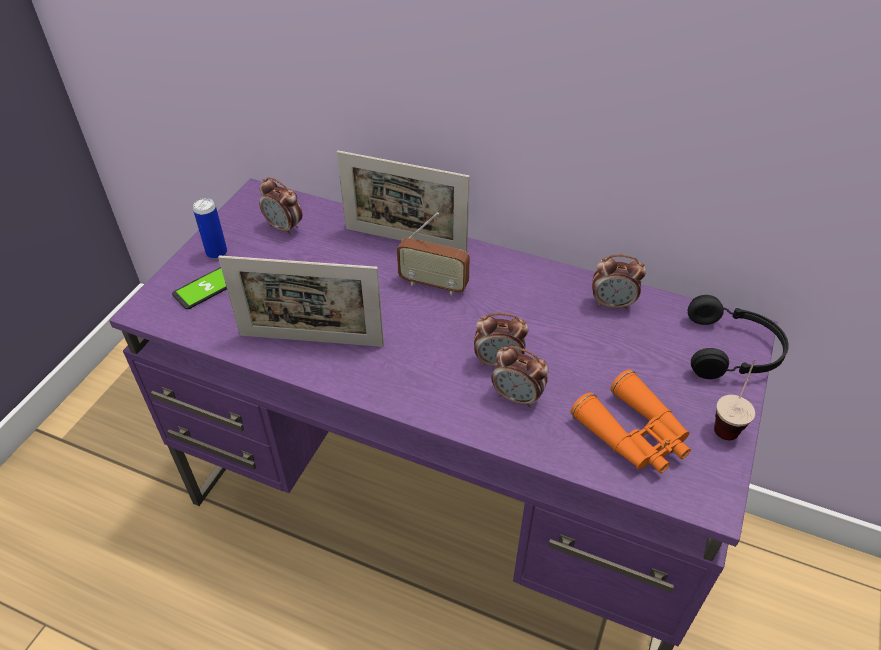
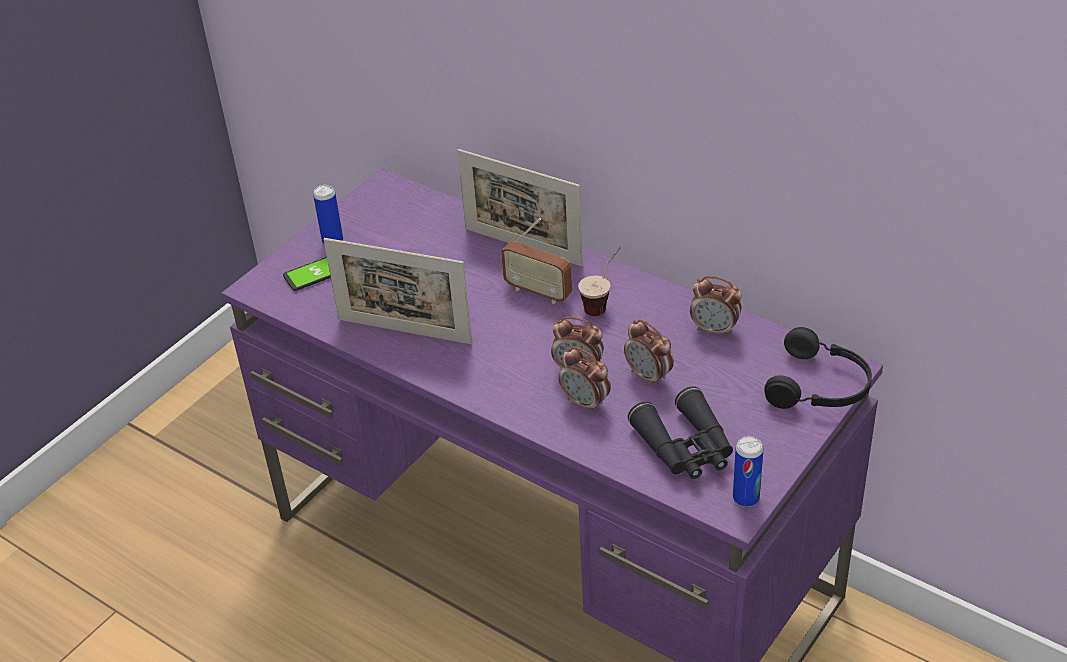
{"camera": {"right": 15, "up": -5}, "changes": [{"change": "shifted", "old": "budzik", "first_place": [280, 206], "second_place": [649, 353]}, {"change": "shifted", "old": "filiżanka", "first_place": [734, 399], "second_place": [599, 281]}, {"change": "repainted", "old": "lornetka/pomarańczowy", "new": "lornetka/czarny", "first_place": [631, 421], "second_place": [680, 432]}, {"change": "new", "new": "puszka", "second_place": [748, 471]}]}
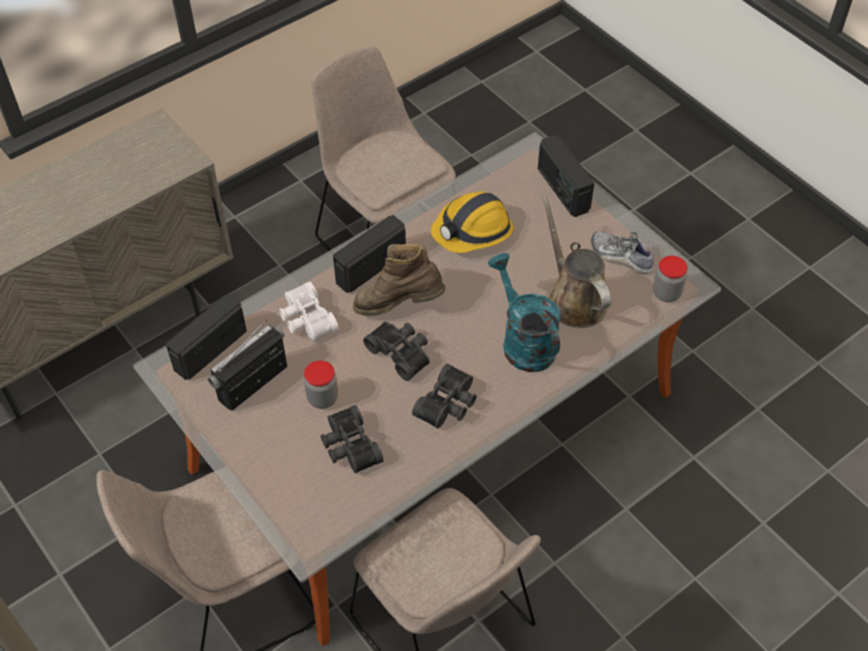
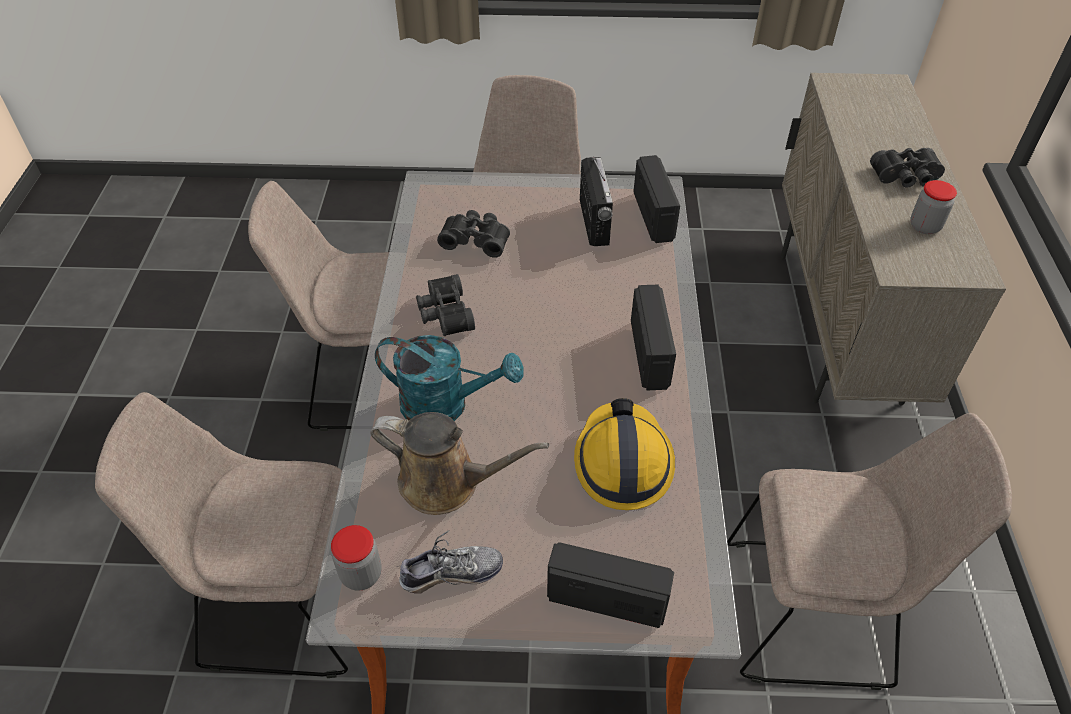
{"camera": {"right": 130, "up": -5}, "changes": [{"change": "gone", "old": "but z cholewką/brązowy", "first_place": [399, 280]}, {"change": "gone", "old": "lornetka/biały", "first_place": [309, 312]}, {"change": "shifted", "old": "lornetka/czarny", "first_place": [396, 351], "second_place": [907, 168]}, {"change": "shifted", "old": "słoik", "first_place": [321, 385], "second_place": [933, 207]}, {"change": "new", "new": "krzesło/beżowy", "second_place": [221, 535]}]}
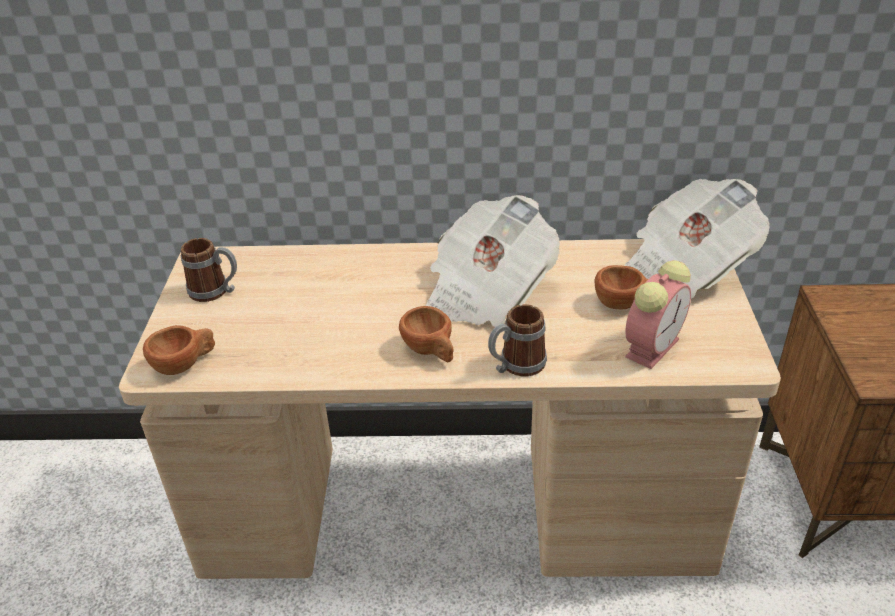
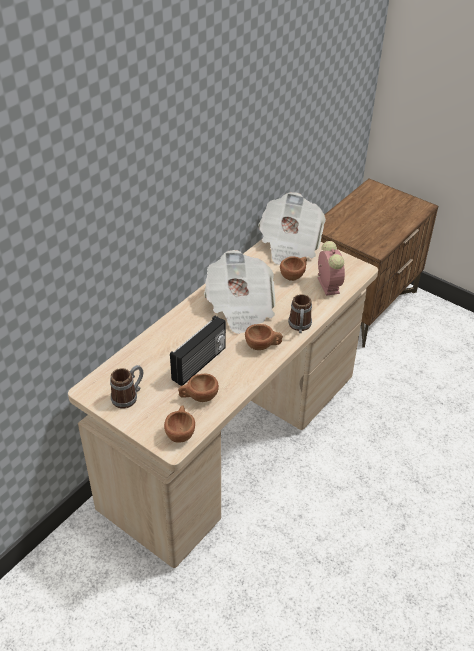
{"camera": {"right": -55, "up": 5}, "changes": [{"change": "new", "new": "radio", "second_place": [198, 351]}, {"change": "new", "new": "filiżanka/brązowy", "second_place": [198, 388]}]}
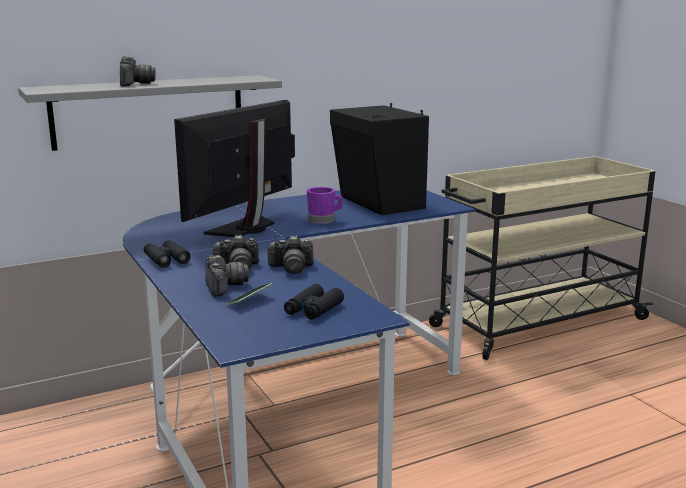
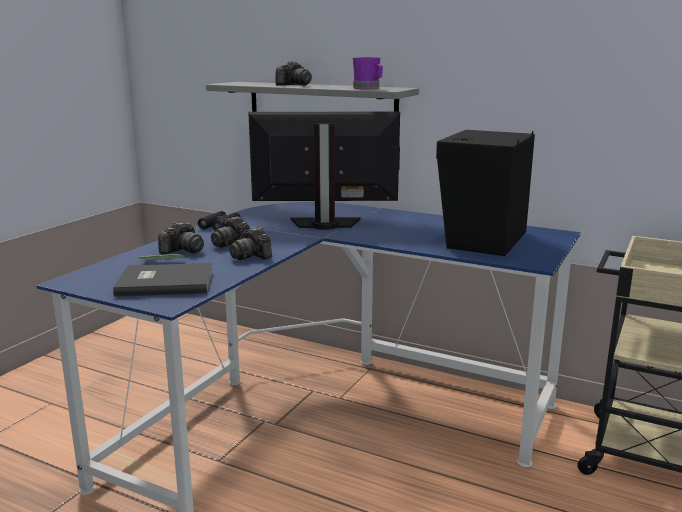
{"camera": {"right": 55, "up": 0}, "changes": [{"change": "shifted", "old": "kubek/fioletowy", "first_place": [325, 205], "second_place": [368, 73]}, {"change": "swapped", "old": "lornetka/czarny", "new": "książka/szary", "first_place": [314, 301], "second_place": [163, 280]}]}
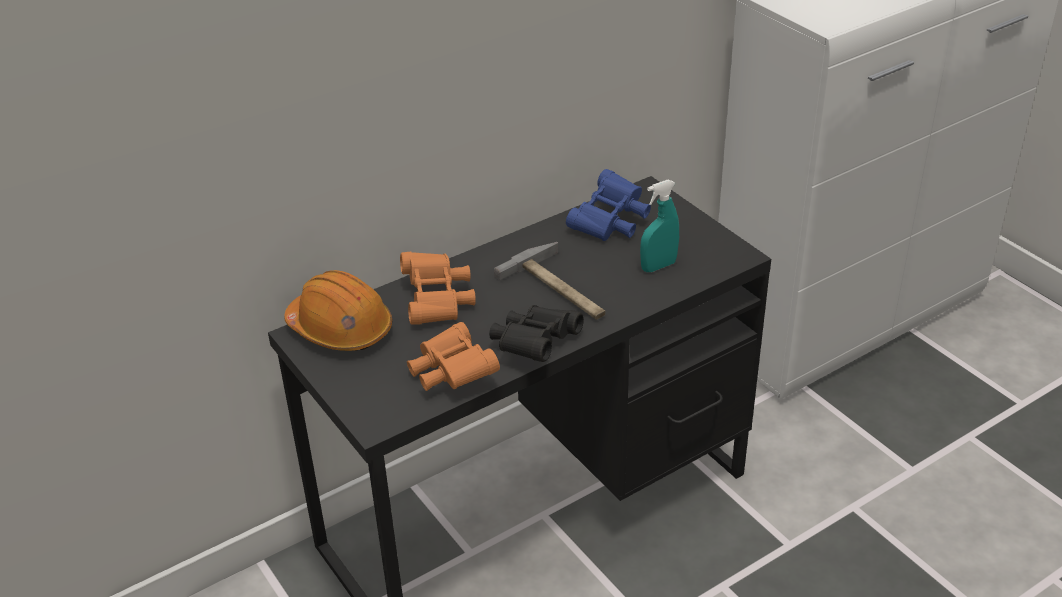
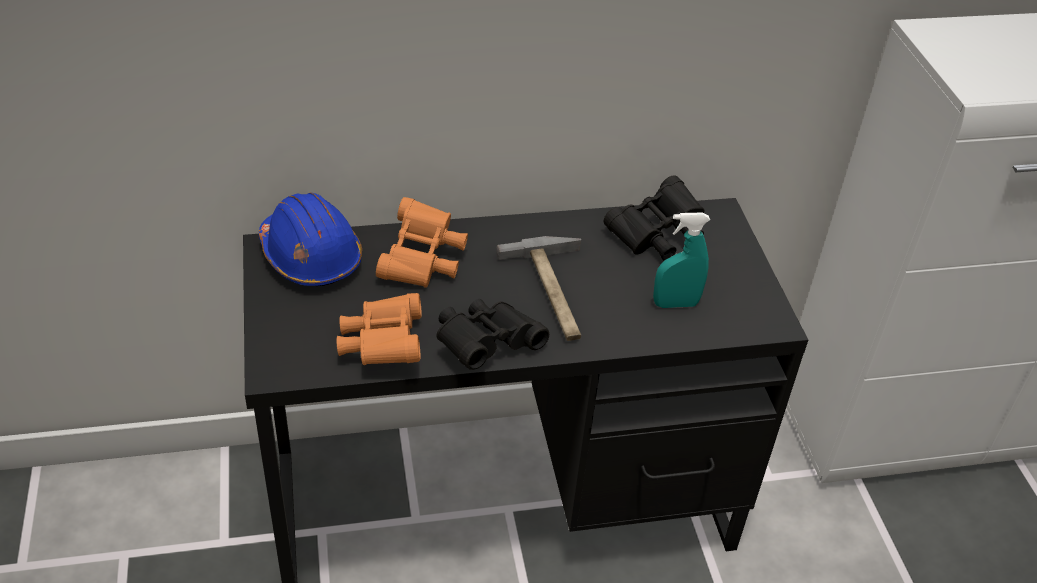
{"camera": {"right": 20, "up": 5}, "changes": [{"change": "repainted", "old": "lornetka/niebieski", "new": "lornetka/czarny", "first_place": [608, 205], "second_place": [654, 218]}, {"change": "repainted", "old": "kask/pomarańczowy", "new": "kask/niebieski", "first_place": [338, 310], "second_place": [310, 239]}]}
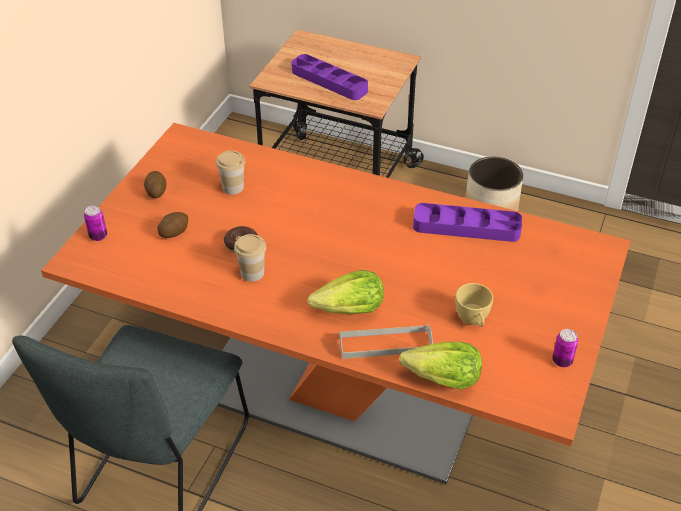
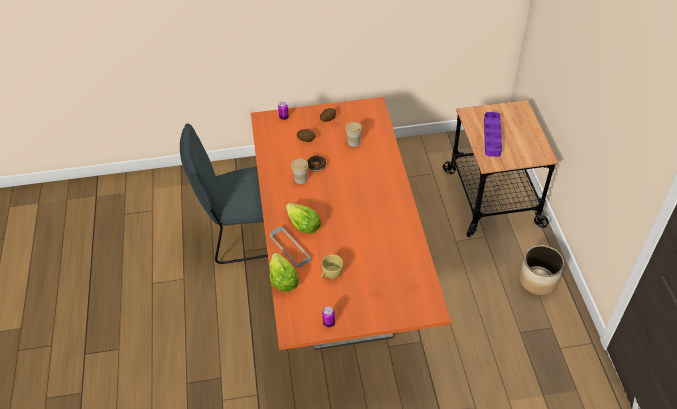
{"camera": {"right": 60, "up": 5}, "changes": [{"change": "gone", "old": "taca/fioletowy", "first_place": [467, 222]}]}
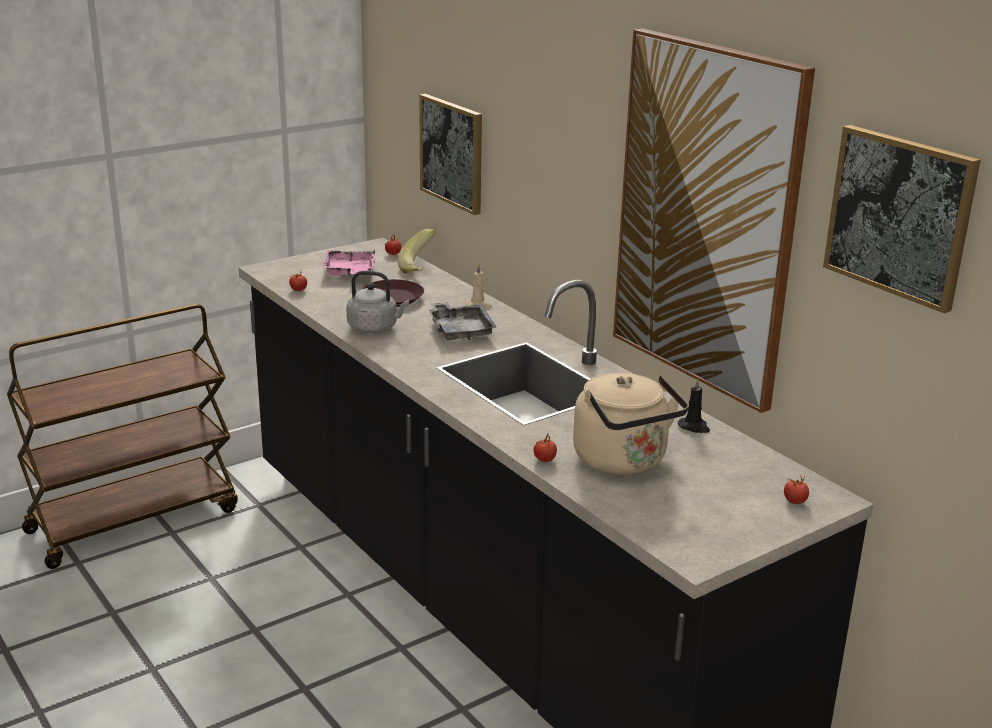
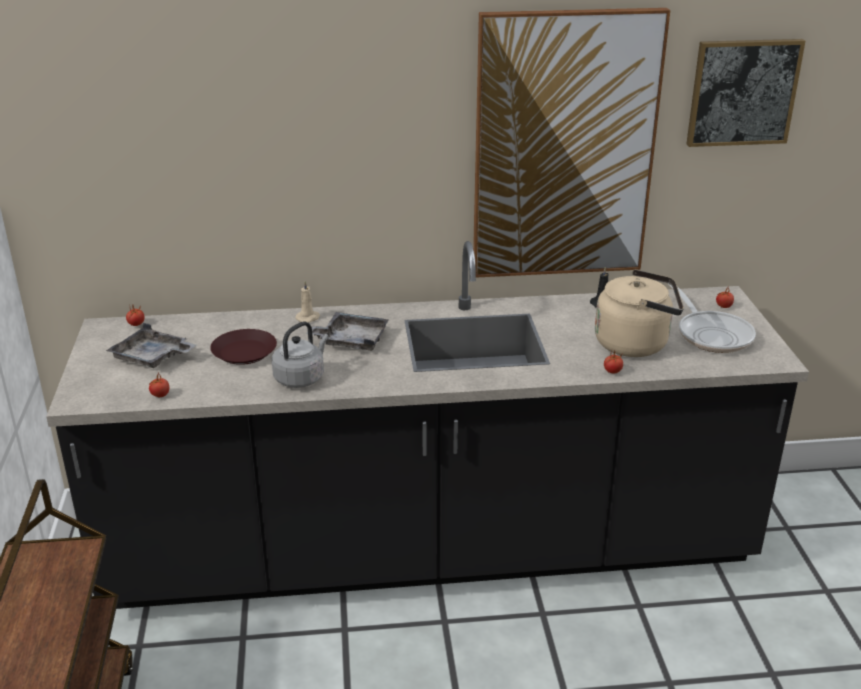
{"camera": {"right": -60, "up": 5}, "changes": [{"change": "gone", "old": "obraz", "first_place": [450, 154]}, {"change": "gone", "old": "banan", "first_place": [416, 251]}, {"change": "repainted", "old": "taca/różowy", "new": "taca/szary", "first_place": [348, 262], "second_place": [151, 345]}, {"change": "new", "new": "patelnia", "second_place": [712, 318]}]}
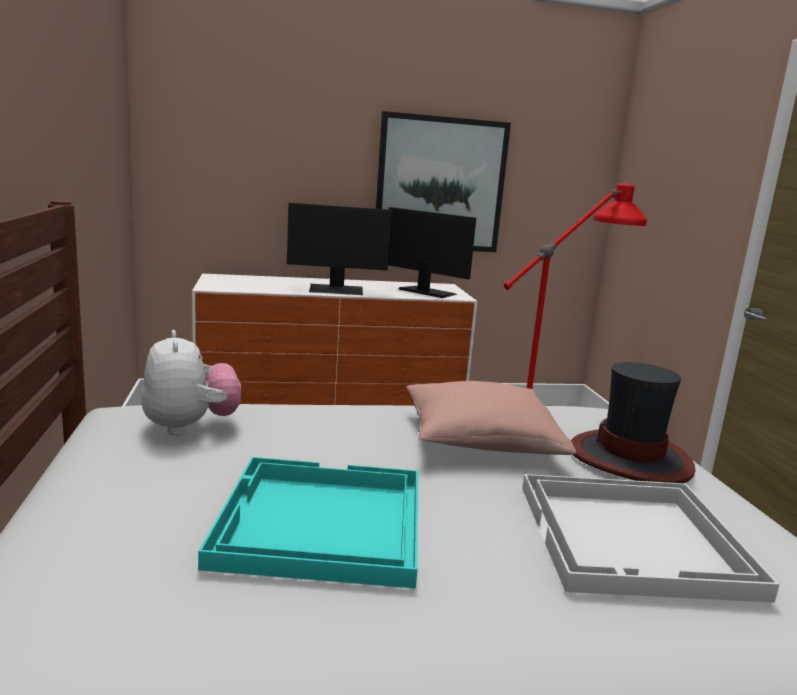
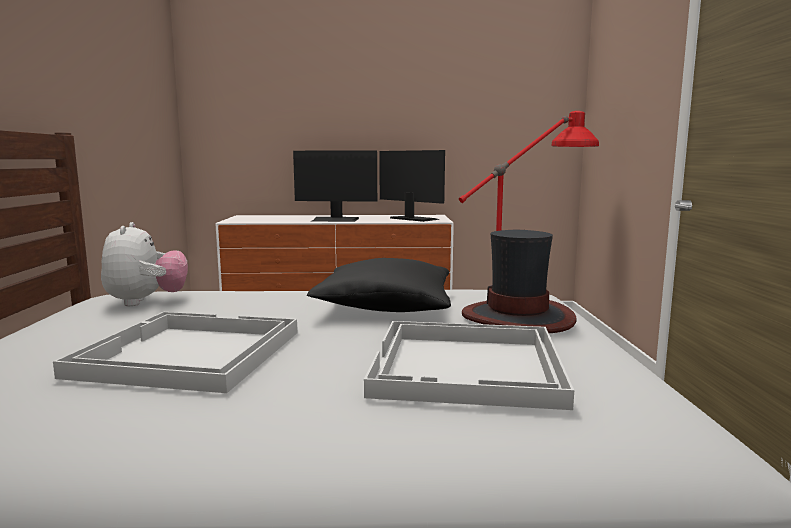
{"camera": {"right": 10, "up": -5}, "changes": [{"change": "gone", "old": "obraz", "first_place": [443, 181]}, {"change": "repainted", "old": "poduszka/różowy", "new": "poduszka/czarny", "first_place": [491, 418], "second_place": [379, 285]}, {"change": "repainted", "old": "taca/turkusowy", "new": "taca/biały", "first_place": [308, 523], "second_place": [175, 352]}]}
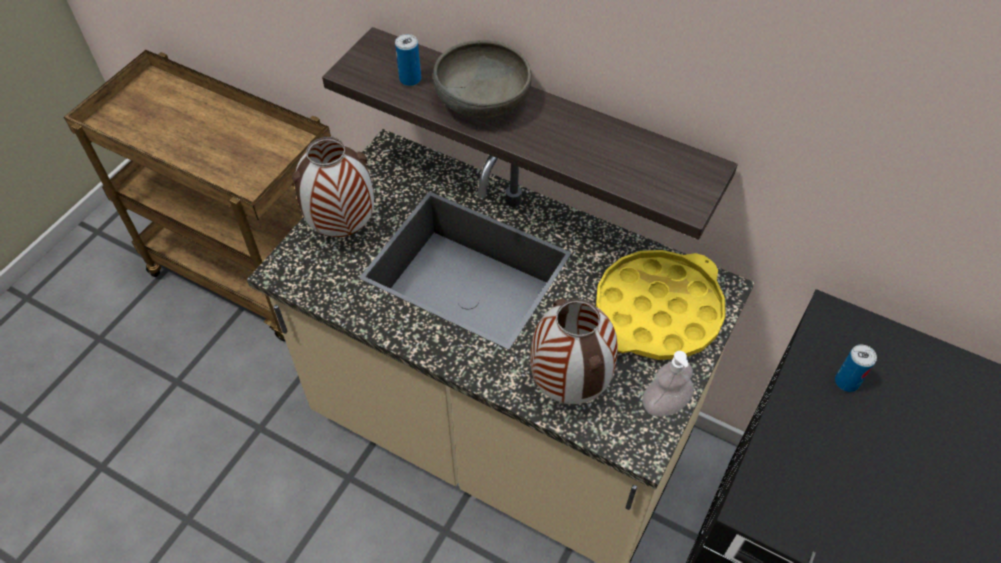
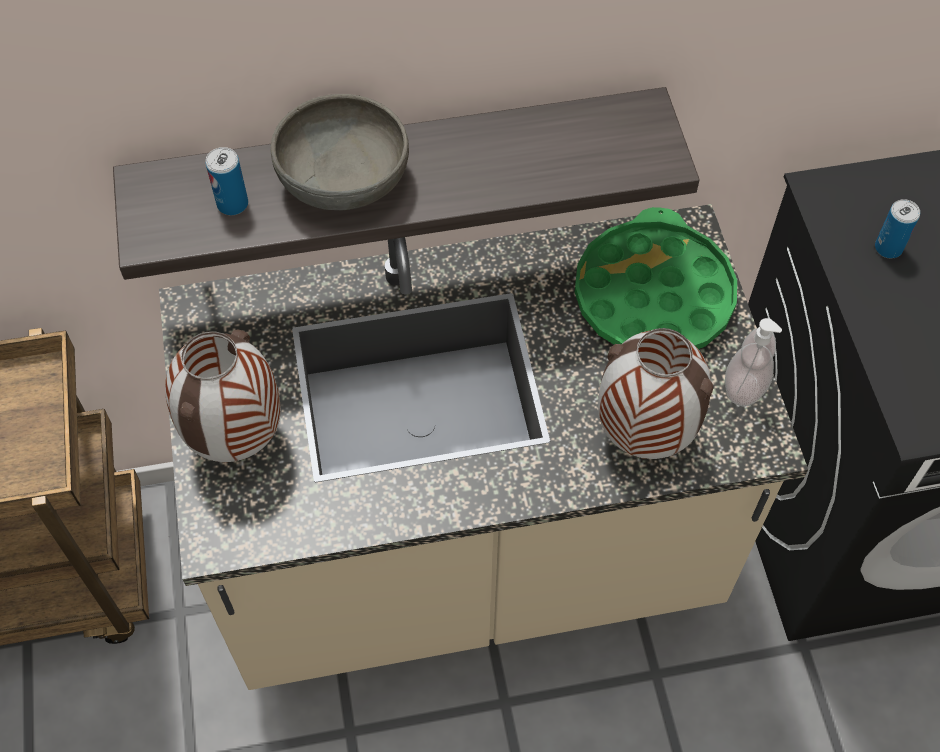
{"camera": {"right": -40, "up": 5}, "changes": [{"change": "repainted", "old": "taca/żółty", "new": "taca/zielony", "first_place": [661, 305], "second_place": [656, 278]}]}
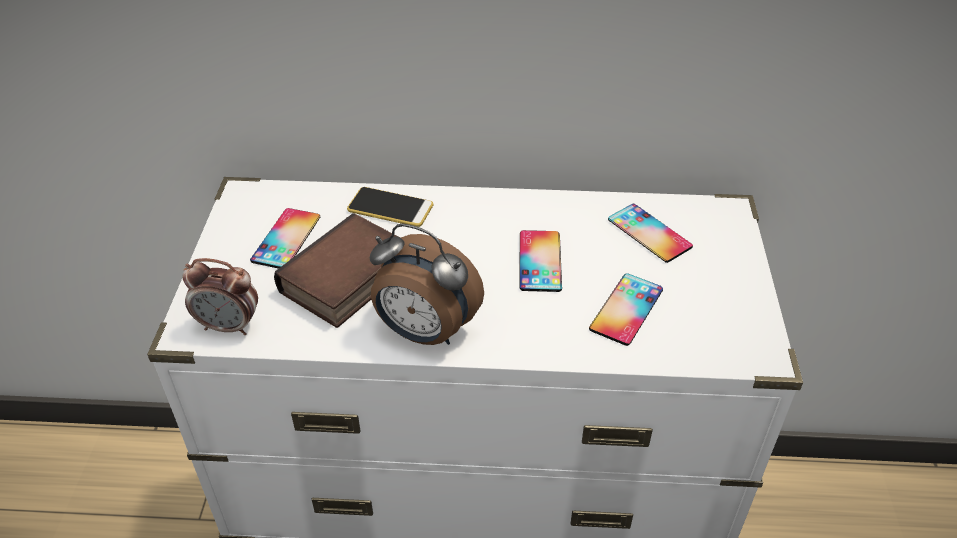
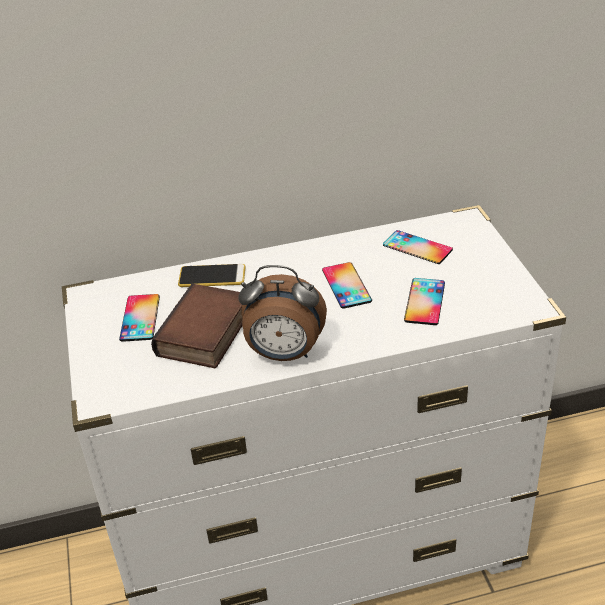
{"camera": {"right": -15, "up": -5}, "changes": [{"change": "gone", "old": "budzik", "first_place": [220, 296]}]}
